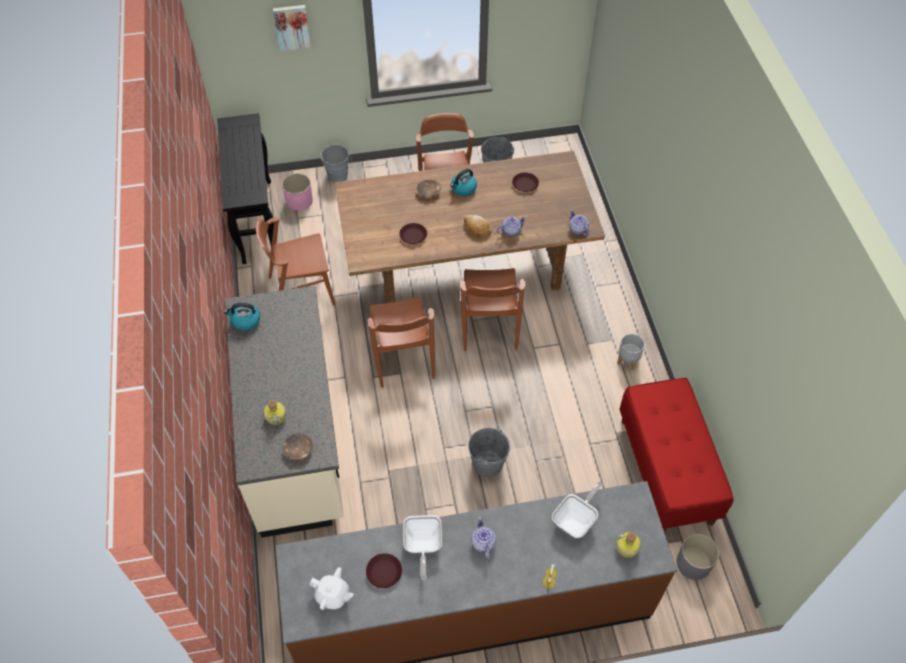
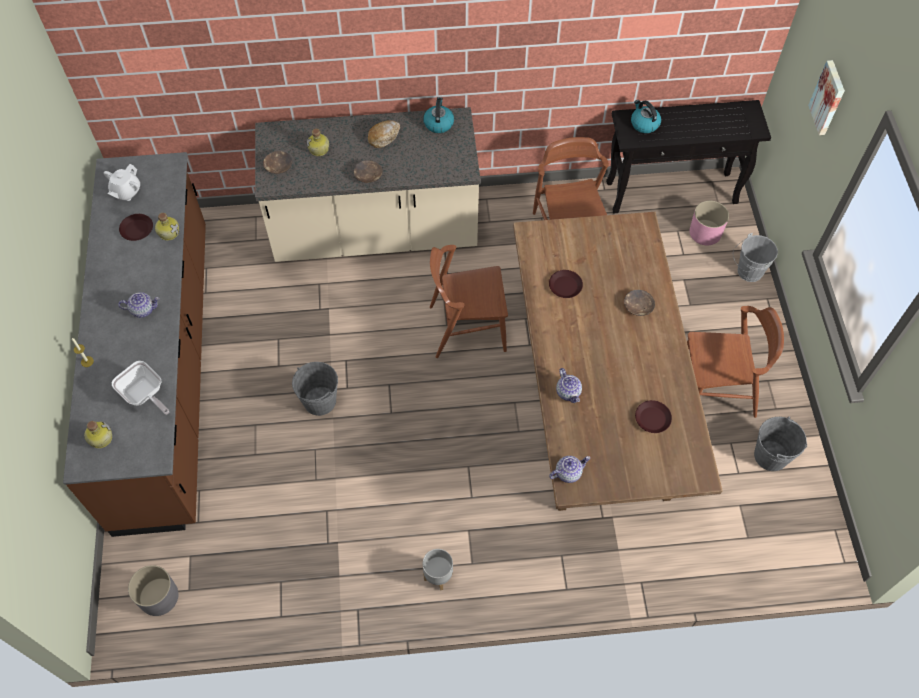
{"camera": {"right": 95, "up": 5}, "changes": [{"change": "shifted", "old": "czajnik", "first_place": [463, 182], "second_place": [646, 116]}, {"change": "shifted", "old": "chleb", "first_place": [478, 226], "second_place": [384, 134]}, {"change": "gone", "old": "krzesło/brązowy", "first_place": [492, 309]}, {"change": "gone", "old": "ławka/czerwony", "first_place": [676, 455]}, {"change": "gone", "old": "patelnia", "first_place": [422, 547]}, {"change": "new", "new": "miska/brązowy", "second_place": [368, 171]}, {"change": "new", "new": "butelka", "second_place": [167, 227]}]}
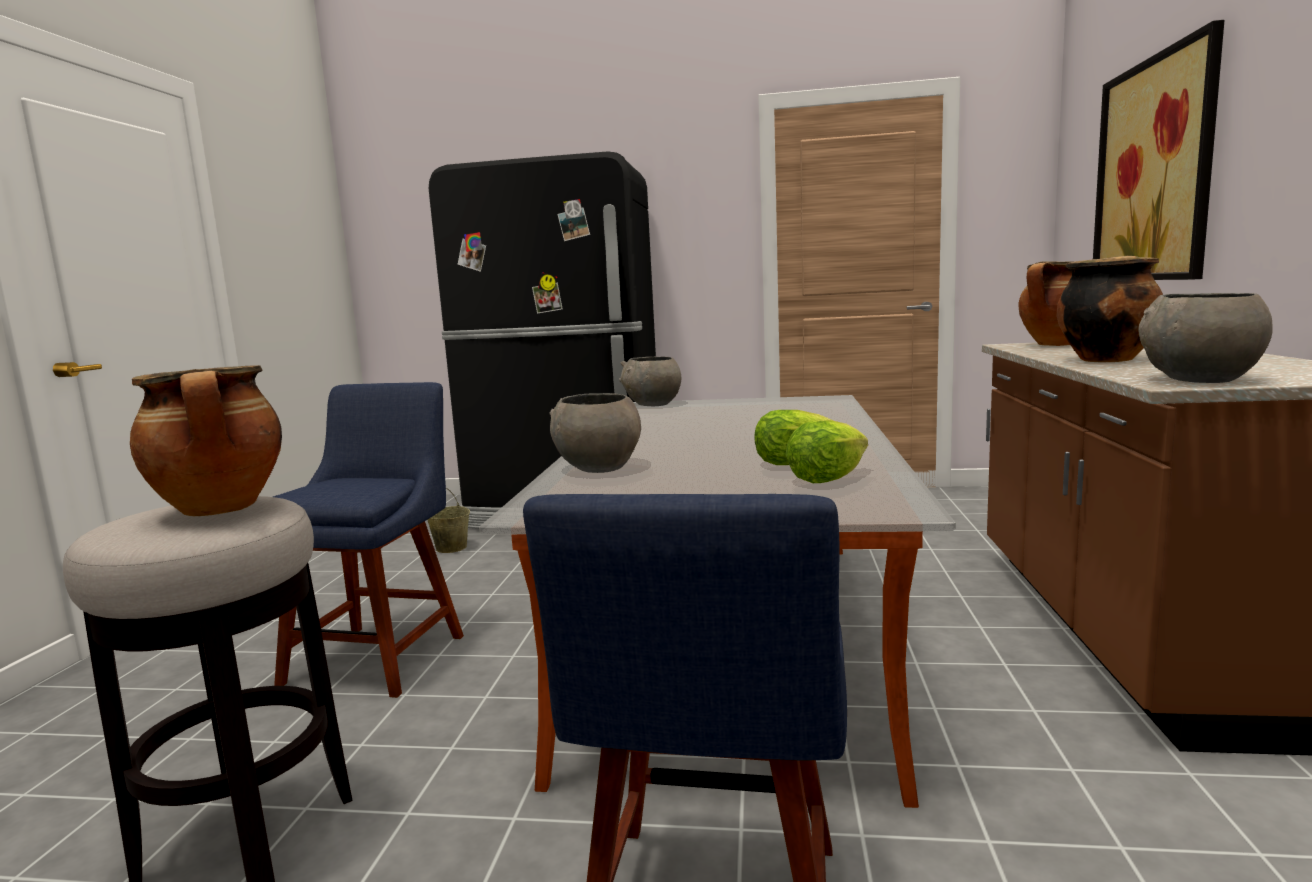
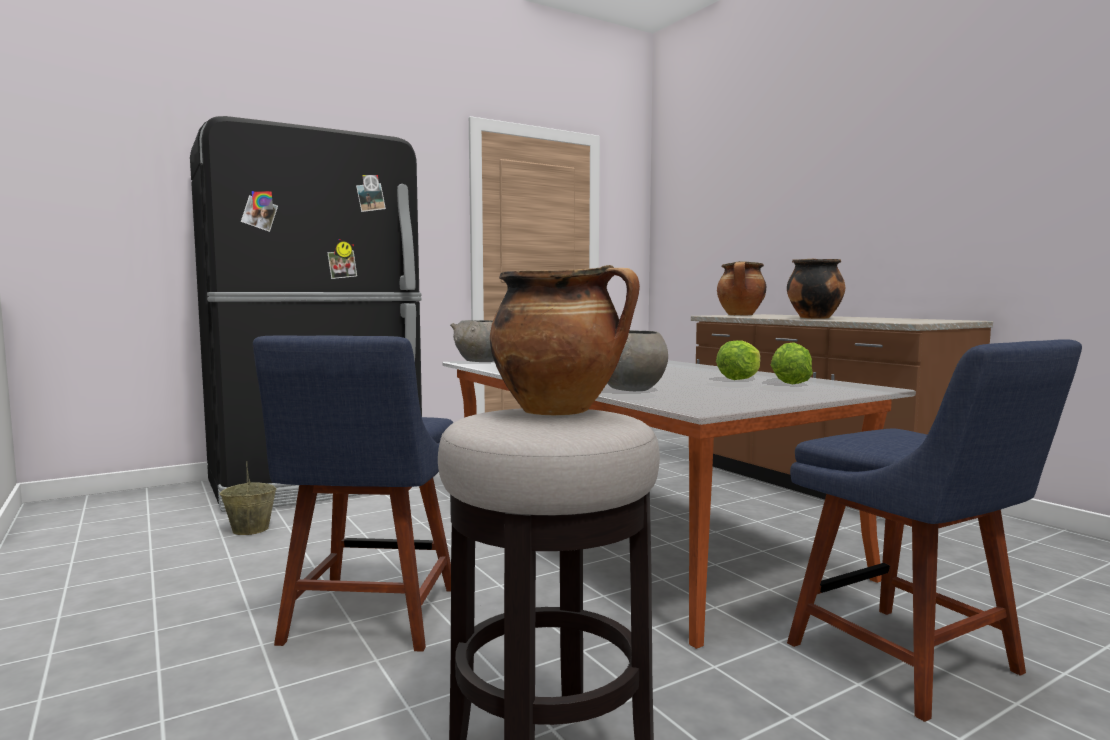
{"camera": {"right": -40, "up": -5}, "changes": [{"change": "gone", "old": "obraz", "first_place": [1158, 150]}, {"change": "gone", "old": "miska/szary", "first_place": [1205, 338]}, {"change": "rotated", "old": "krzesło/niebieski", "first_place": [368, 540], "second_place": [353, 494], "degrees": -150}]}
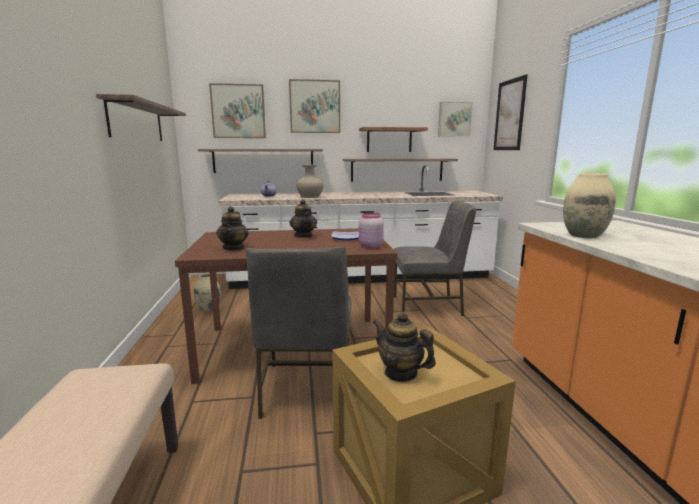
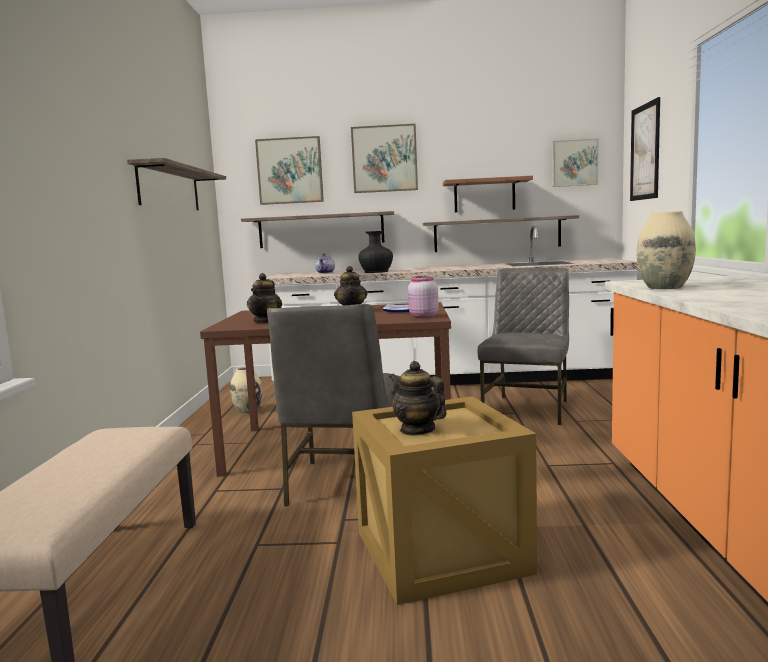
{"camera": {"right": 10, "up": -5}, "changes": [{"change": "repainted", "old": "wazon/beżowy", "new": "wazon/czarny", "first_place": [310, 181], "second_place": [375, 252]}, {"change": "rotated", "old": "krzesło/szary", "first_place": [435, 258], "second_place": [523, 346], "degrees": -75}]}
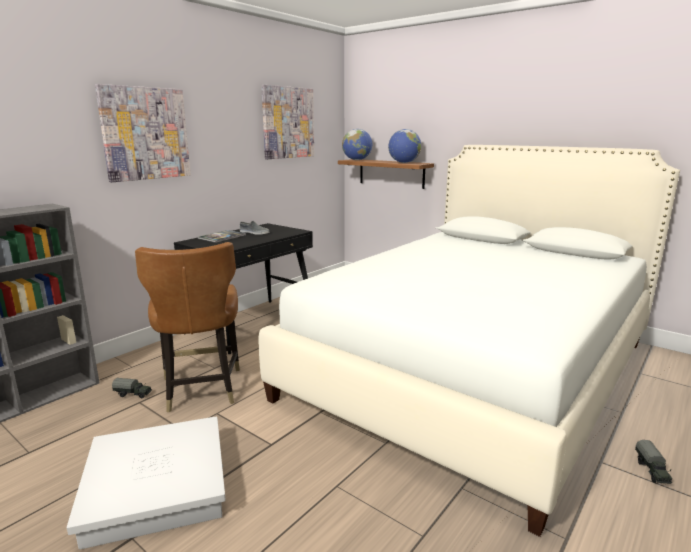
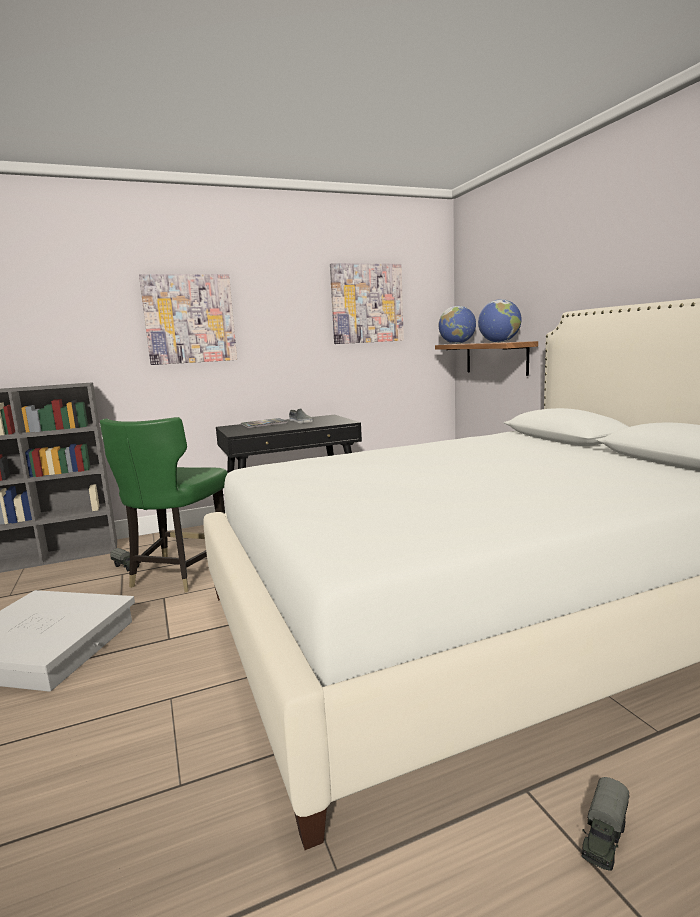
{"camera": {"right": 30, "up": -5}, "changes": [{"change": "repainted", "old": "krzesło/brązowy", "new": "krzesło/zielony", "first_place": [187, 327], "second_place": [164, 504]}]}
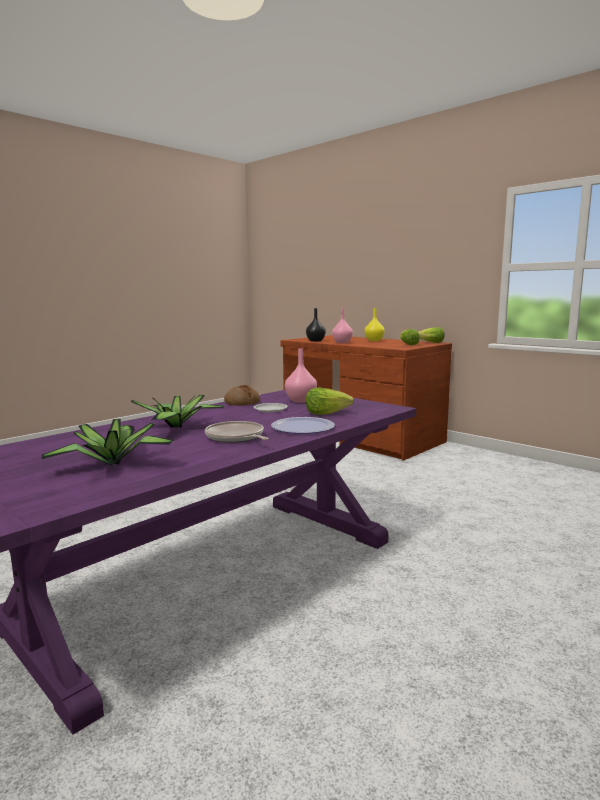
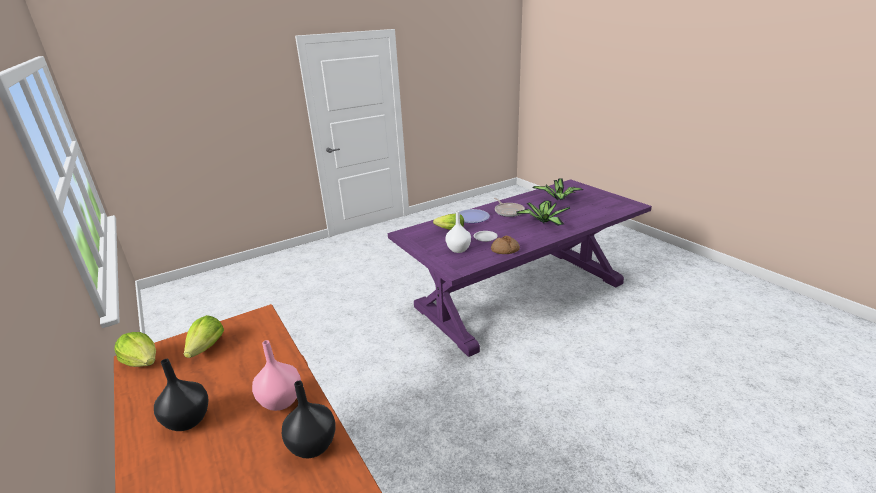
{"camera": {"right": -165, "up": 15}, "changes": [{"change": "repainted", "old": "wazon/żółty", "new": "wazon/czarny", "first_place": [374, 324], "second_place": [181, 395]}, {"change": "repainted", "old": "wazon/różowy", "new": "wazon/biały", "first_place": [301, 375], "second_place": [458, 232]}]}
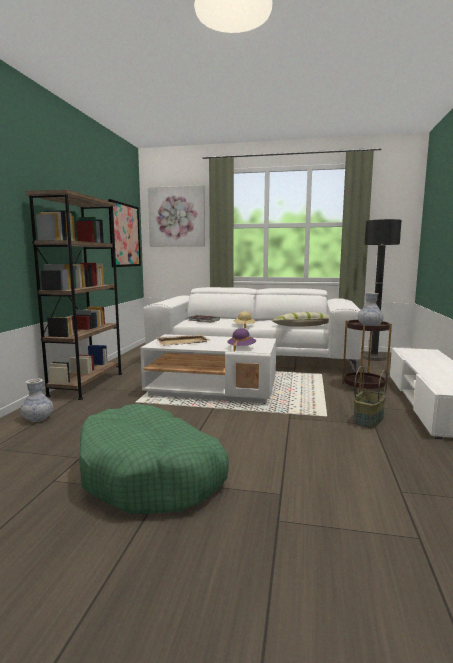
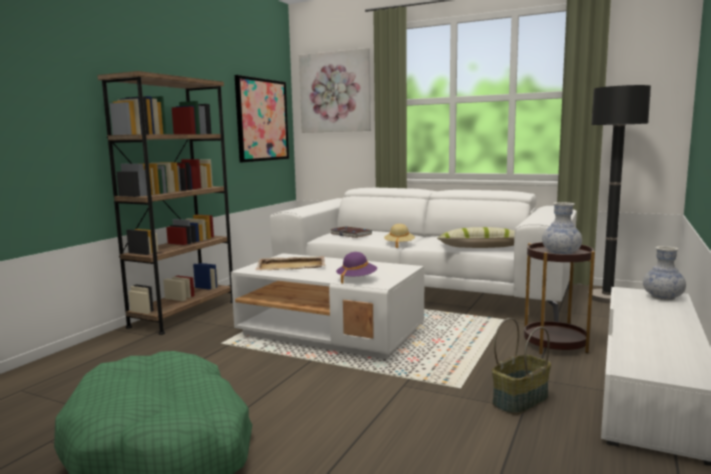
{"camera": {"right": 15, "up": 0}, "changes": [{"change": "shifted", "old": "wazon", "first_place": [36, 400], "second_place": [664, 273]}]}
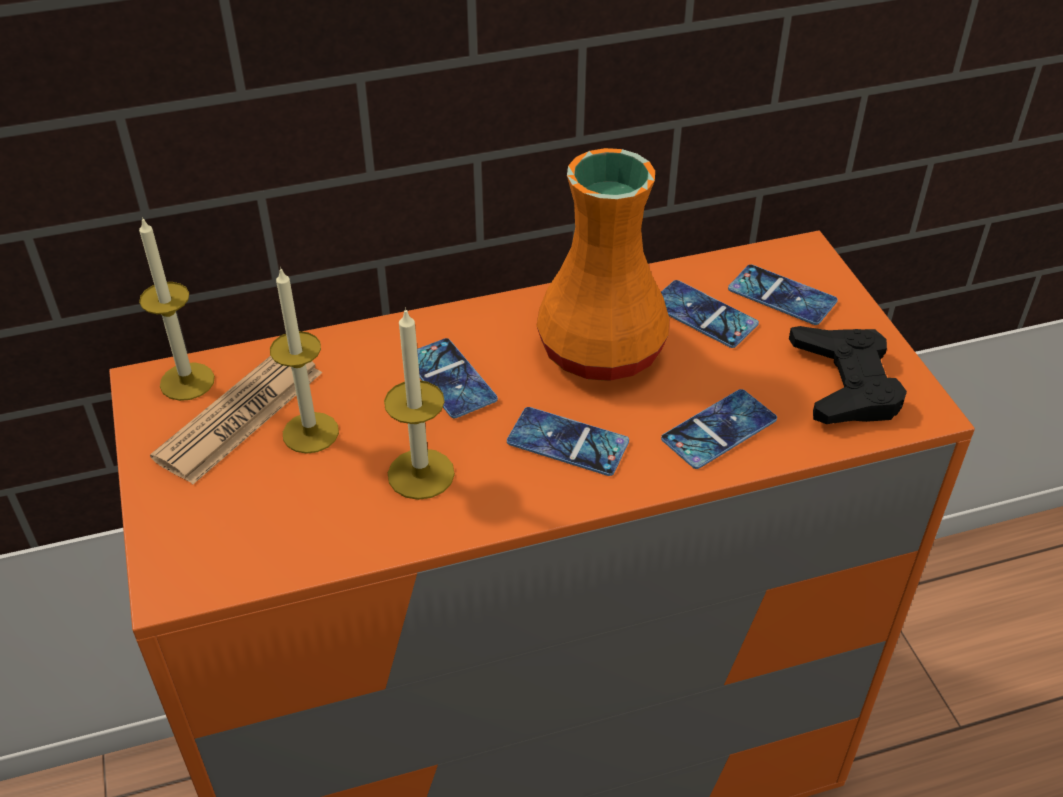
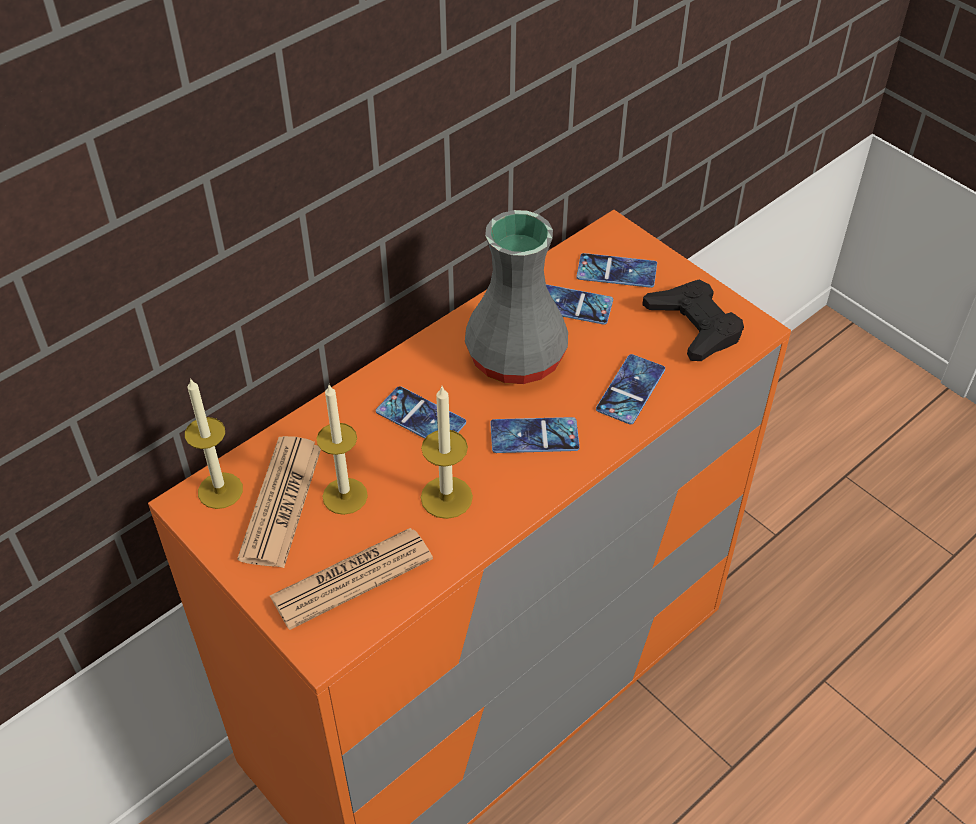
{"camera": {"right": -25, "up": 5}, "changes": [{"change": "repainted", "old": "wazon/pomarańczowy", "new": "wazon/szary", "first_place": [603, 264], "second_place": [516, 297]}, {"change": "new", "new": "gazeta", "second_place": [351, 579]}]}
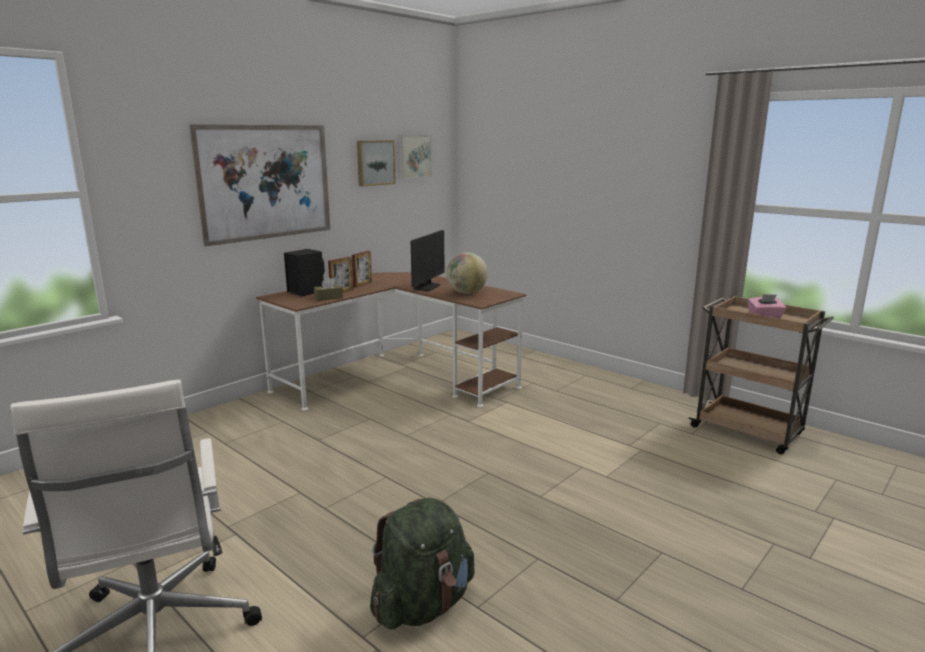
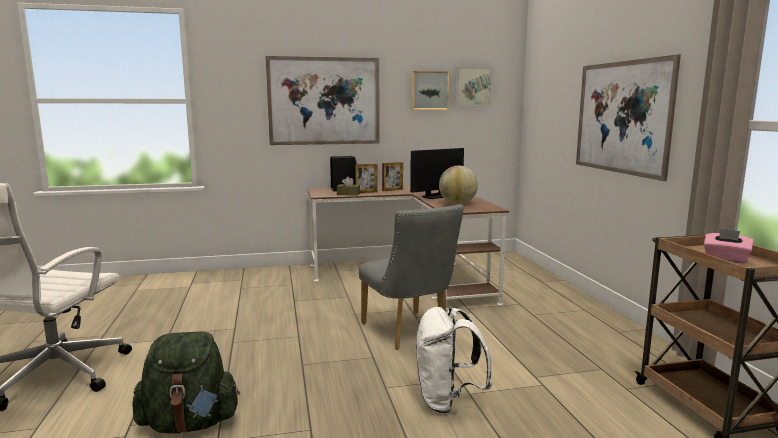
{"camera": {"right": 35, "up": -5}, "changes": [{"change": "new", "new": "obraz", "second_place": [628, 117]}, {"change": "new", "new": "krzesło/szary", "second_place": [411, 277]}, {"change": "new", "new": "plecak/biały", "second_place": [454, 360]}]}
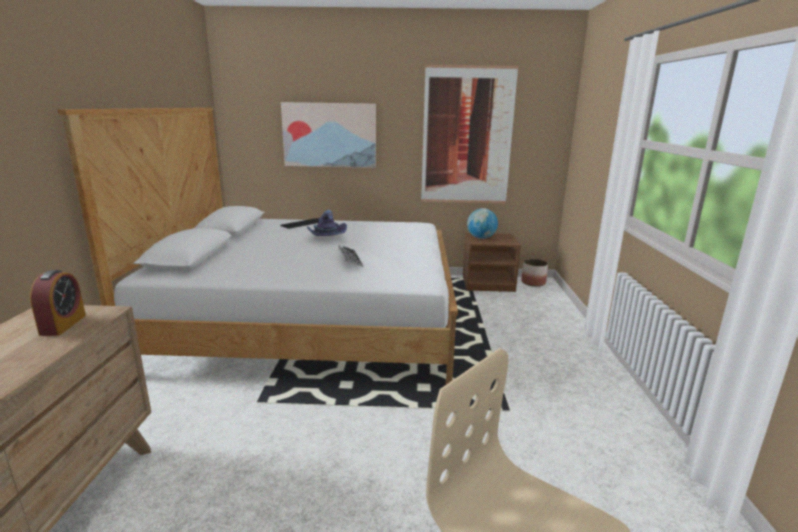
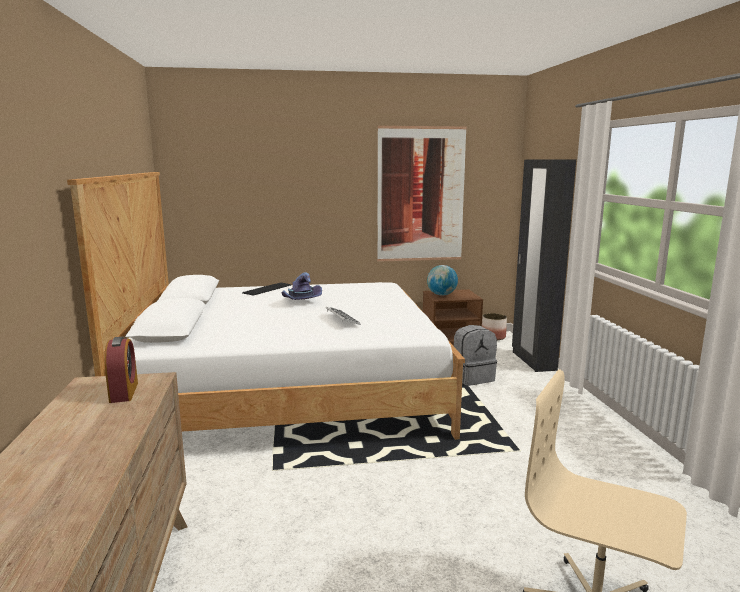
{"camera": {"right": -10, "up": -5}, "changes": [{"change": "gone", "old": "obraz", "first_place": [328, 135]}, {"change": "new", "new": "szafa/czarny", "second_place": [544, 265]}, {"change": "new", "new": "plecak/szary", "second_place": [475, 355]}]}
